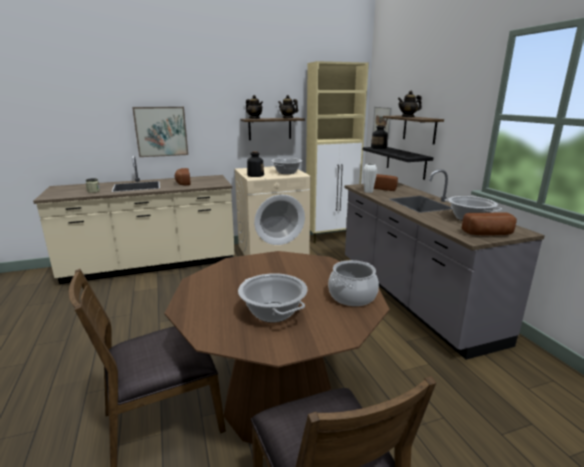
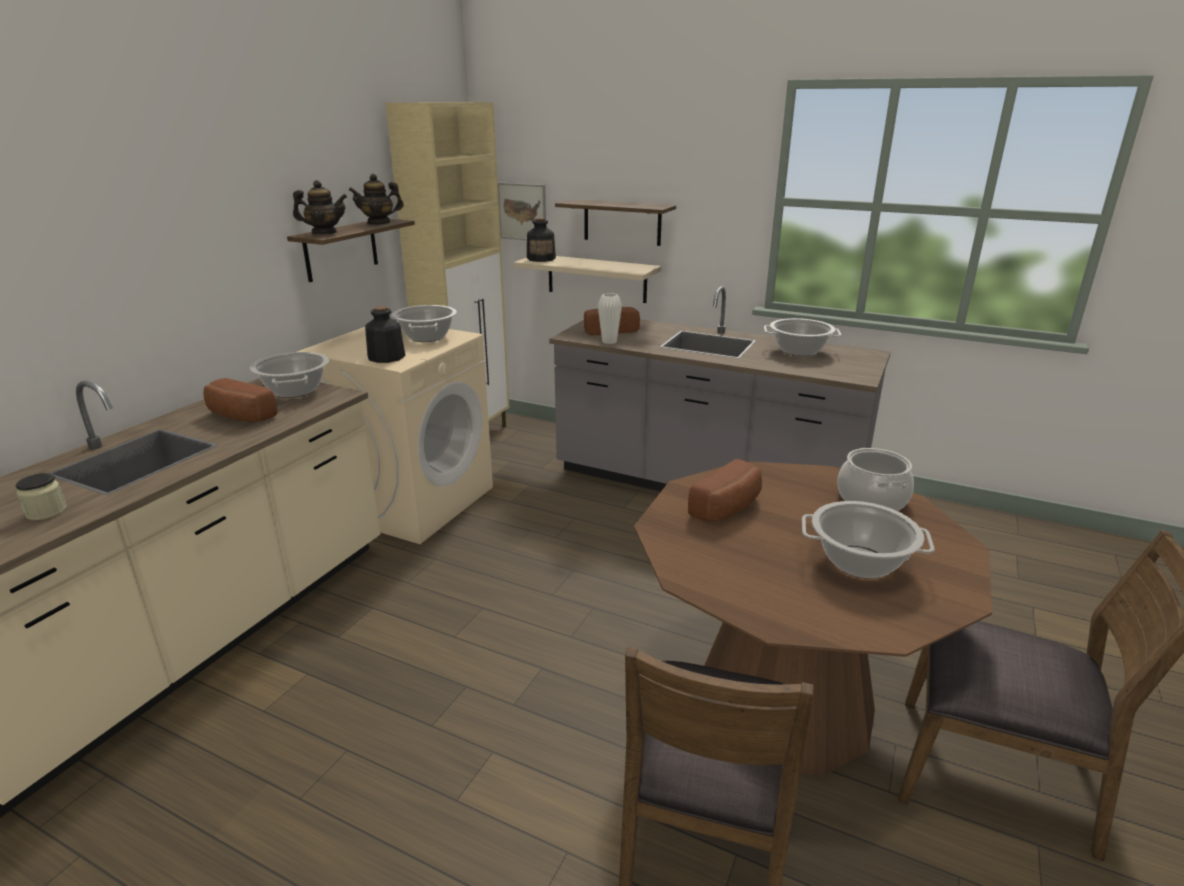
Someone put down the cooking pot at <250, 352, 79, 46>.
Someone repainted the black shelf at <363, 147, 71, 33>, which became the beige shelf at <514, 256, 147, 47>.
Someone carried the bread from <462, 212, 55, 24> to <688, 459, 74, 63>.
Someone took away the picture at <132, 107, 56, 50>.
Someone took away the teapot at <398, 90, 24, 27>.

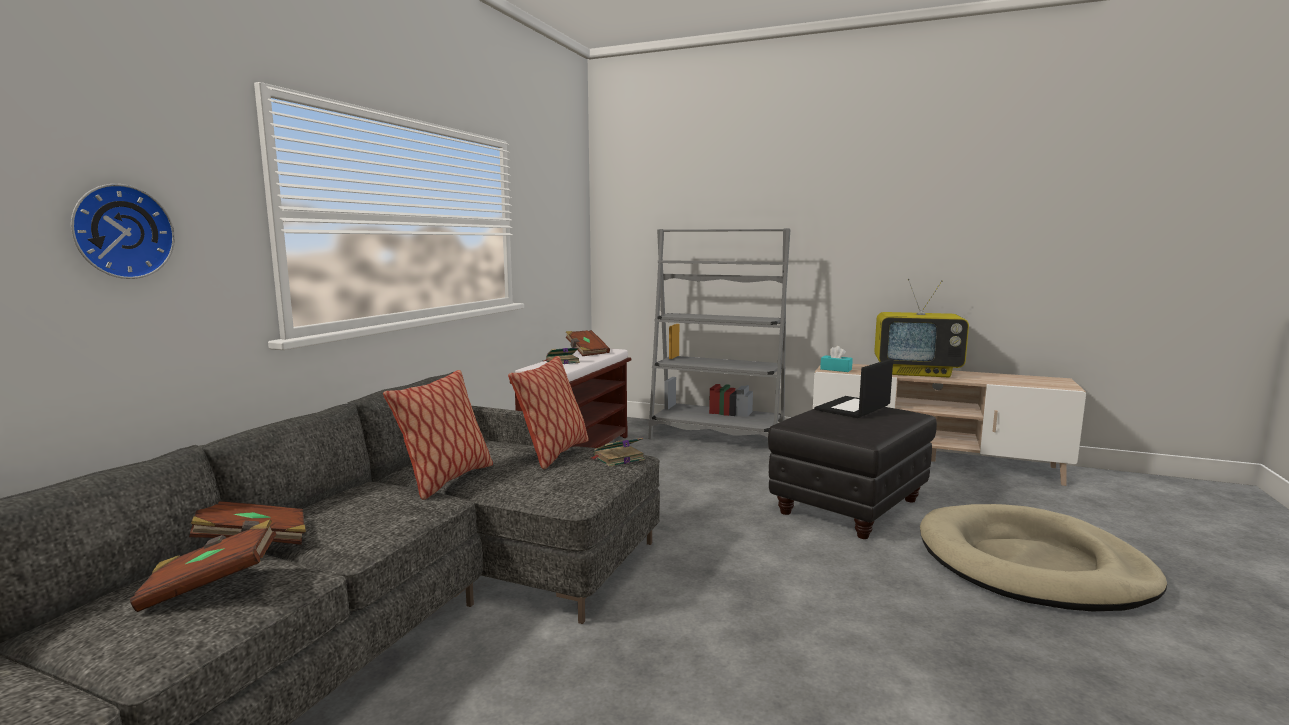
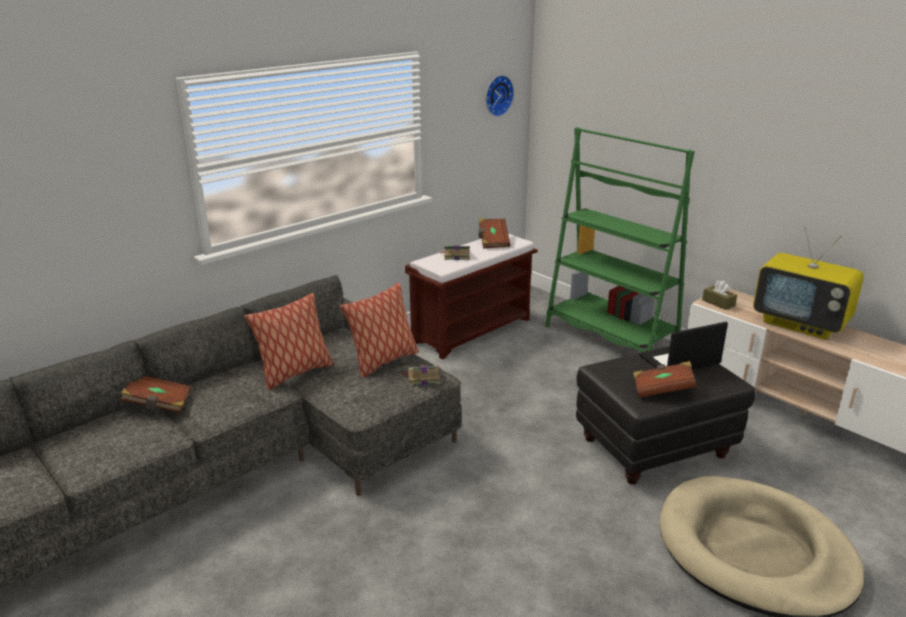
Someone carried the wall clock from <71, 184, 104, 95> to <486, 75, 28, 42>.
Someone repainted the grey bookcase at <648, 228, 143, 211>, which became the green bookcase at <545, 127, 150, 225>.
Someone carried the brown book from <130, 520, 146, 92> to <633, 361, 64, 37>.
Someone repainted the turquoise tissue box at <820, 346, 33, 26>, which became the brown tissue box at <702, 280, 35, 30>.

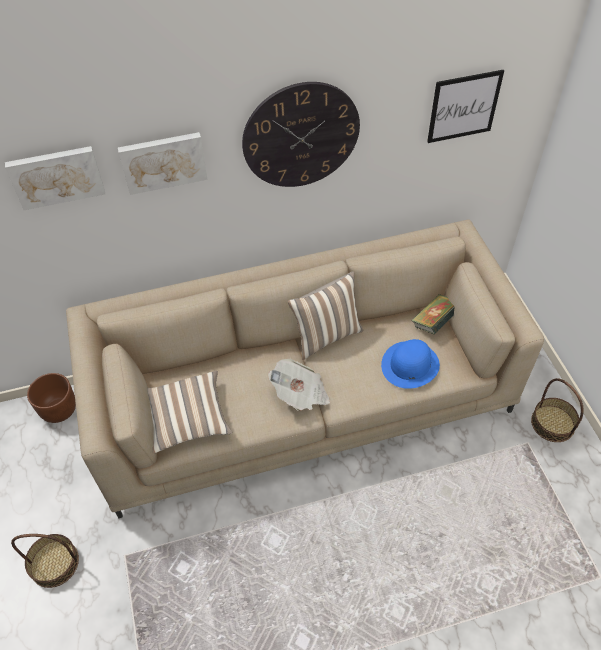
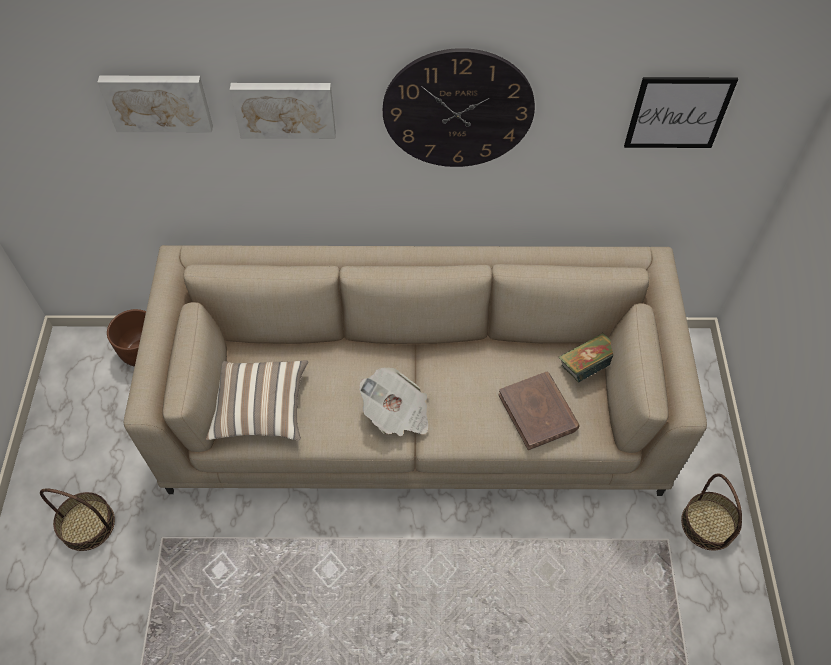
Someone swapped the blue hat at <381, 339, 59, 50> for the brown book at <498, 372, 82, 78>.
Someone took away the pillow at <288, 271, 75, 89>.

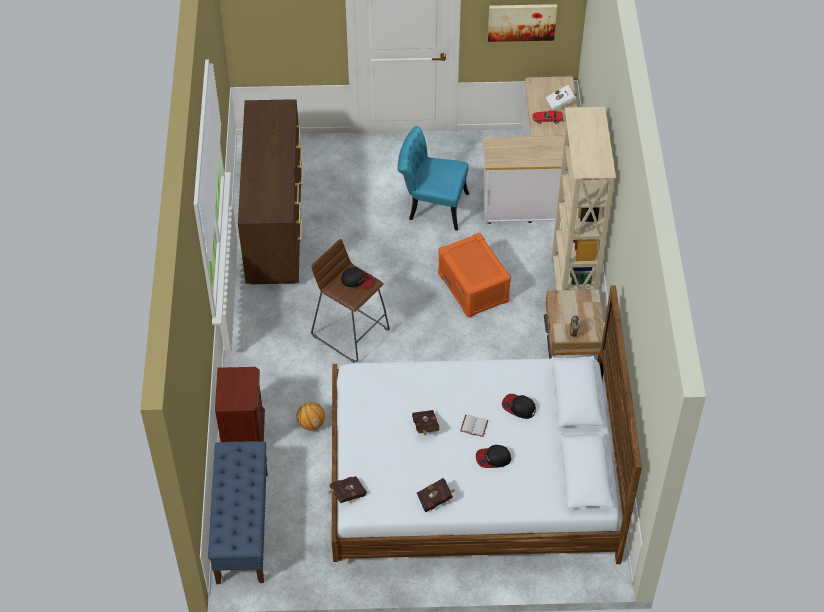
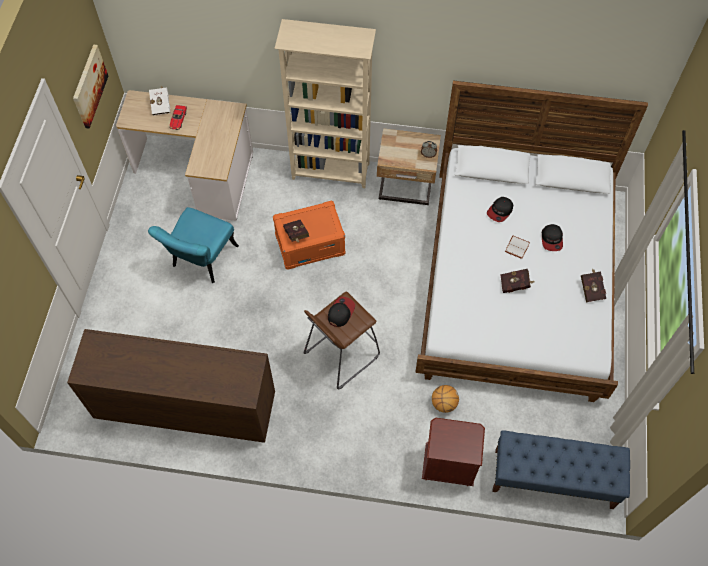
Someone carried the red book from <329, 476, 38, 27> to <283, 220, 26, 23>.

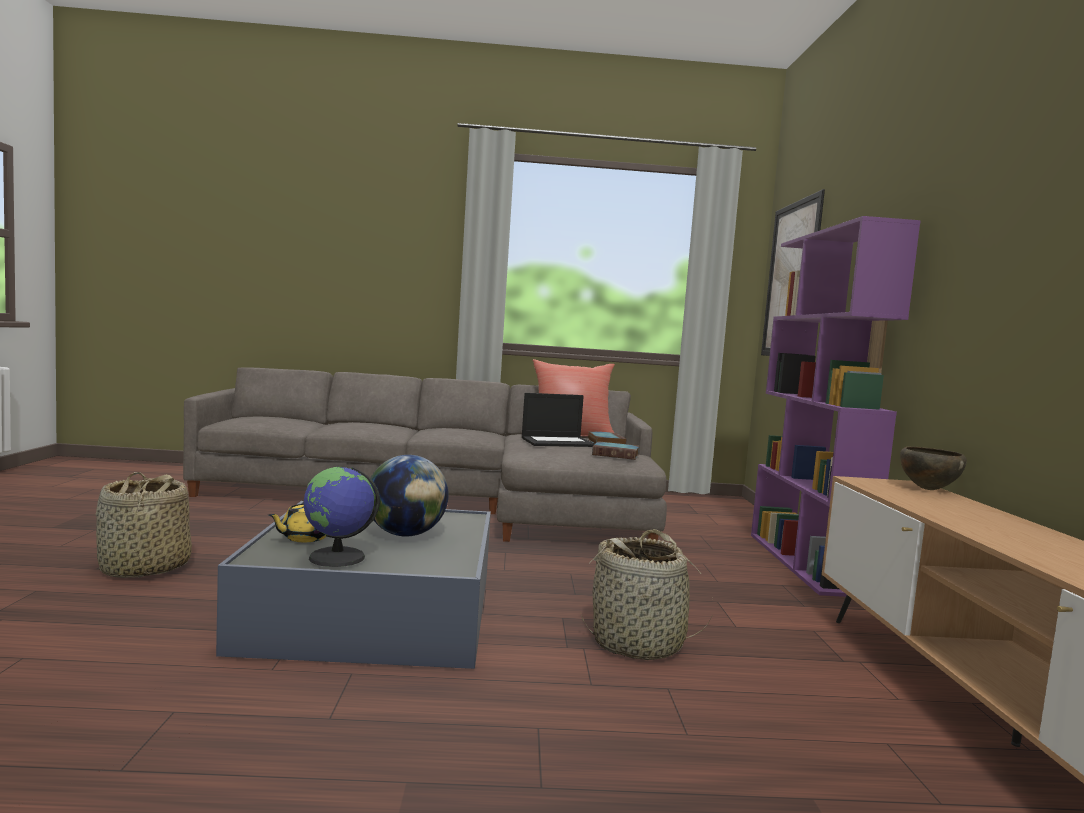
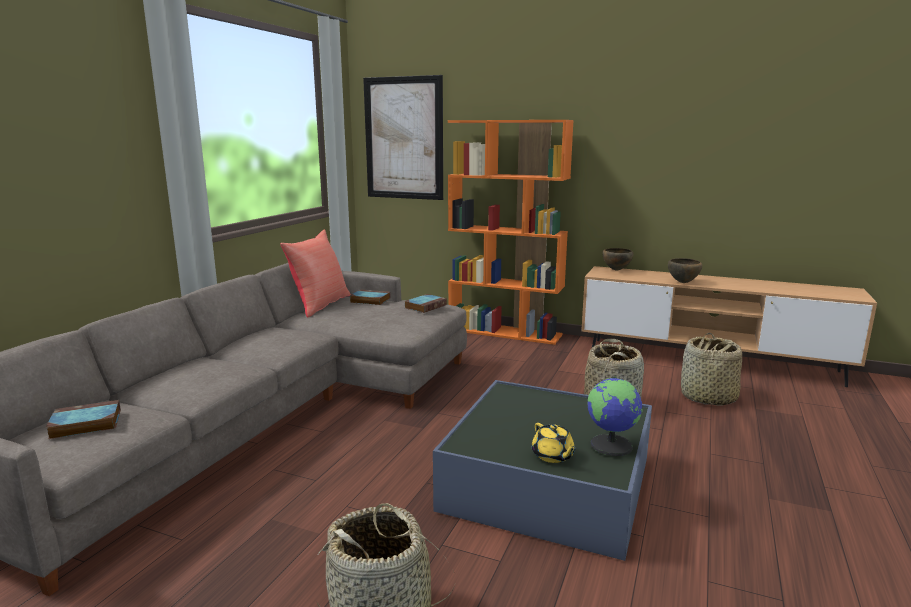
Someone put down the book at <46, 400, 75, 39>.
Someone repainted the purple bookcase at <751, 216, 170, 381>, which became the orange bookcase at <448, 120, 126, 225>.
Someone put down the brown bowl at <668, 258, 34, 25>.
Someone put down the basket at <681, 333, 61, 72>.
Someone took away the globe at <369, 455, 80, 82>.
Someone took away the laptop at <522, 393, 72, 54>.

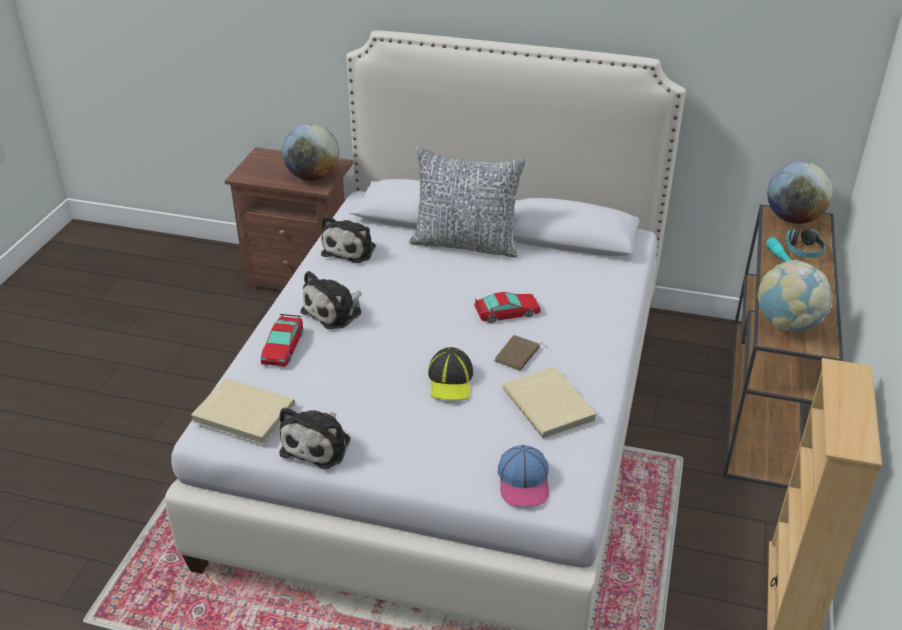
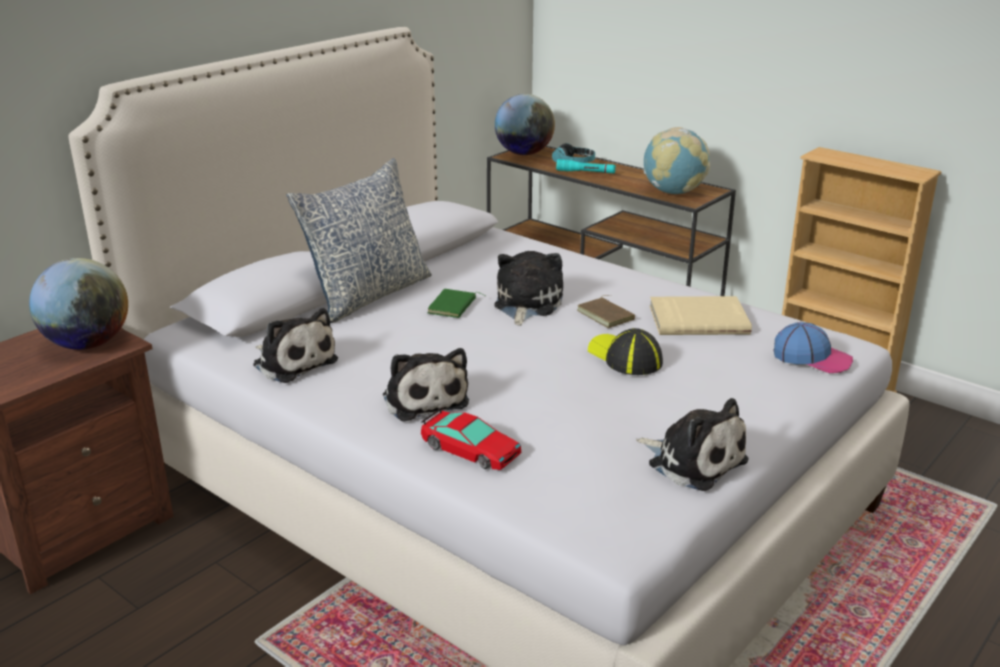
Someone put down the green book at <427, 289, 58, 29>.
Someone swapped the toy car at <474, 292, 67, 31> for the plush toy at <494, 251, 69, 75>.
Someone rotated the cap at <428, 347, 45, 53> by 150 degrees counterclockwise.
Someone took away the beige book at <191, 378, 104, 66>.

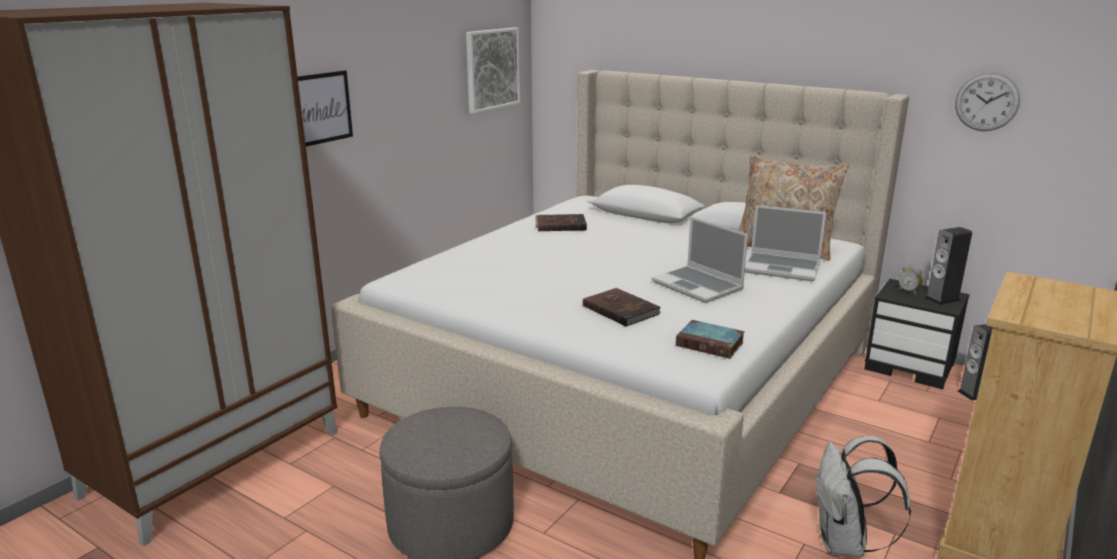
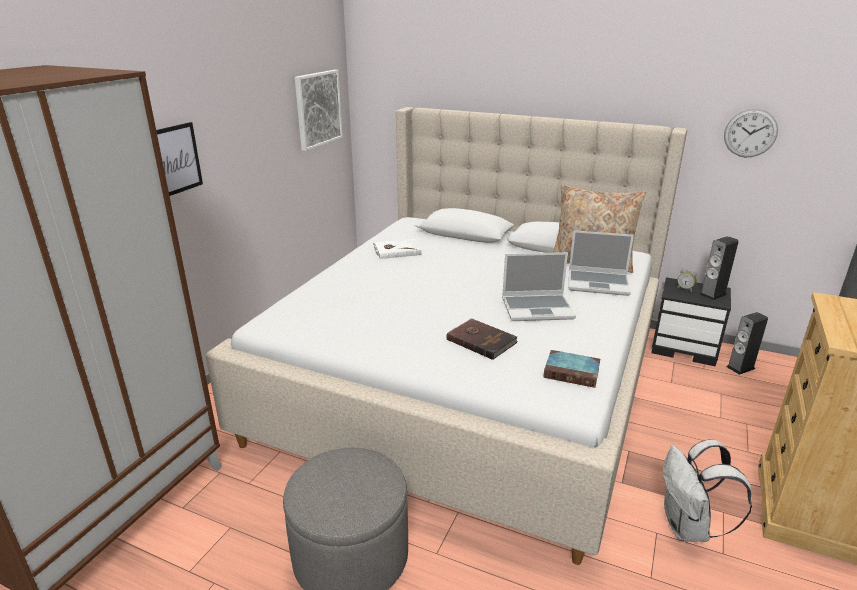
Someone repainted the brown book at <535, 214, 52, 17>, which became the white book at <373, 239, 49, 20>.
Someone rotated the laptop at <652, 217, 96, 86> by 45 degrees counterclockwise.

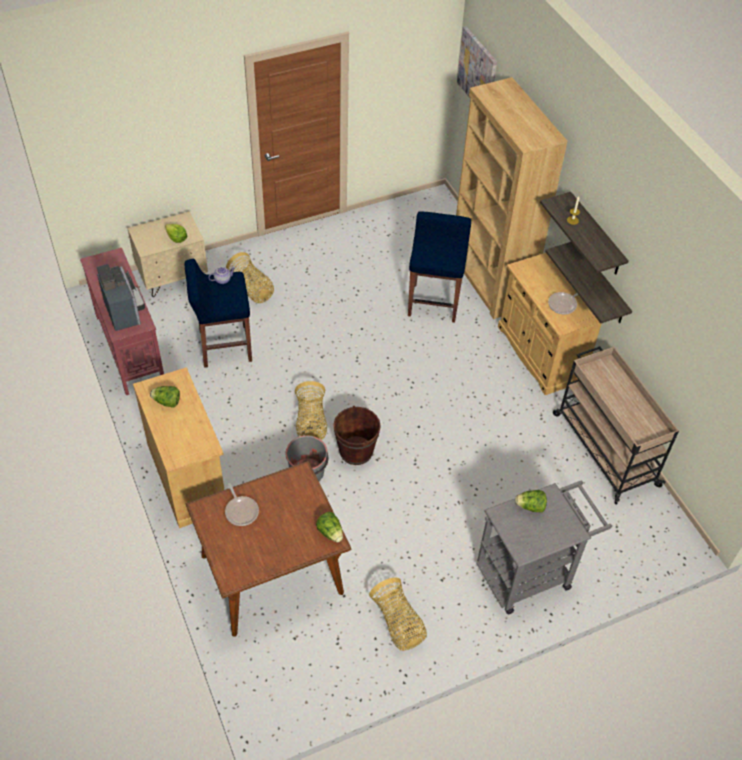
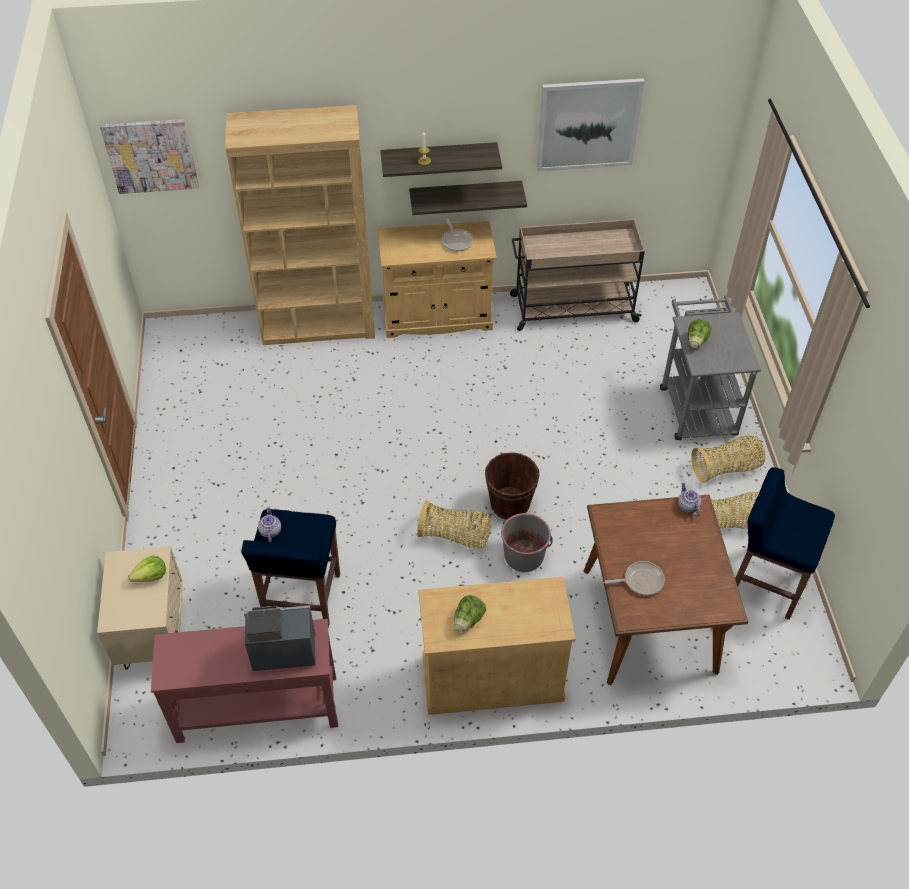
Someone put up the picture at <537, 78, 108, 94>.
Someone swapped the lettuce at <316, 512, 27, 30> for the teapot at <678, 483, 23, 33>.
Someone carried the basket from <226, 252, 48, 51> to <691, 435, 74, 48>.
Someone carried the blue stool from <408, 211, 63, 112> to <735, 467, 100, 153>.

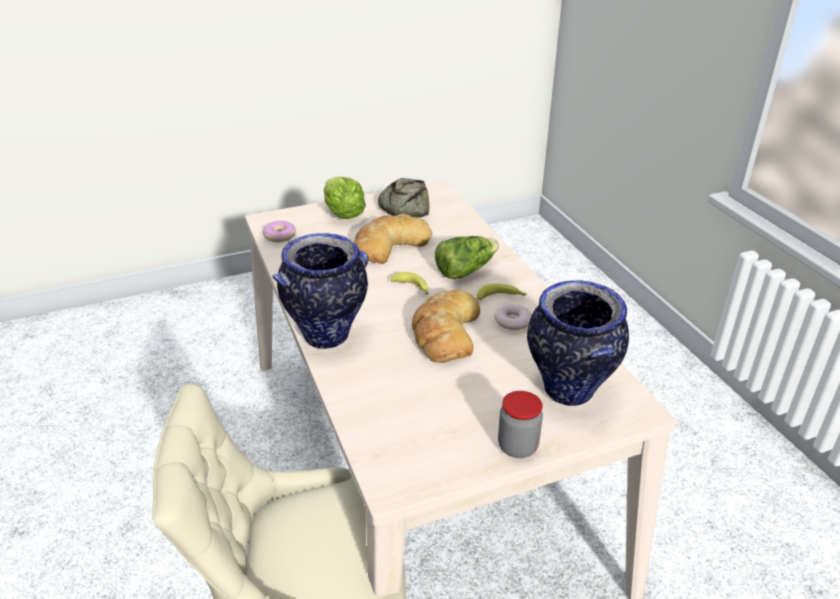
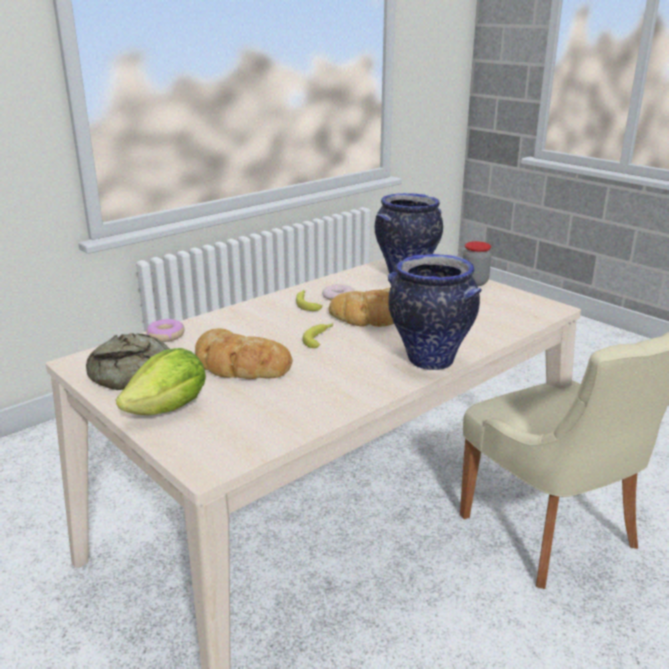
Someone carried the donut from <263, 221, 33, 21> to <146, 319, 39, 23>.
Someone took away the lettuce at <435, 236, 64, 43>.

